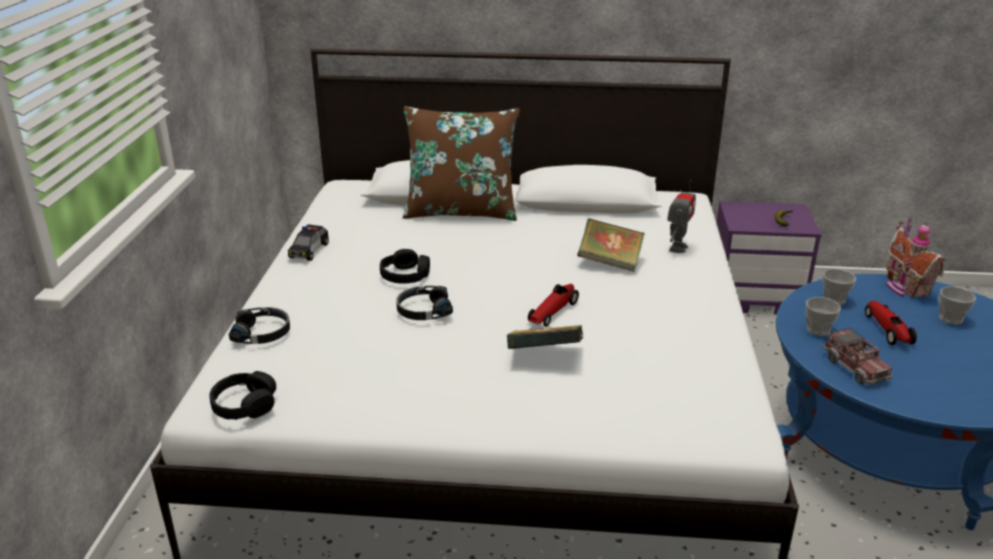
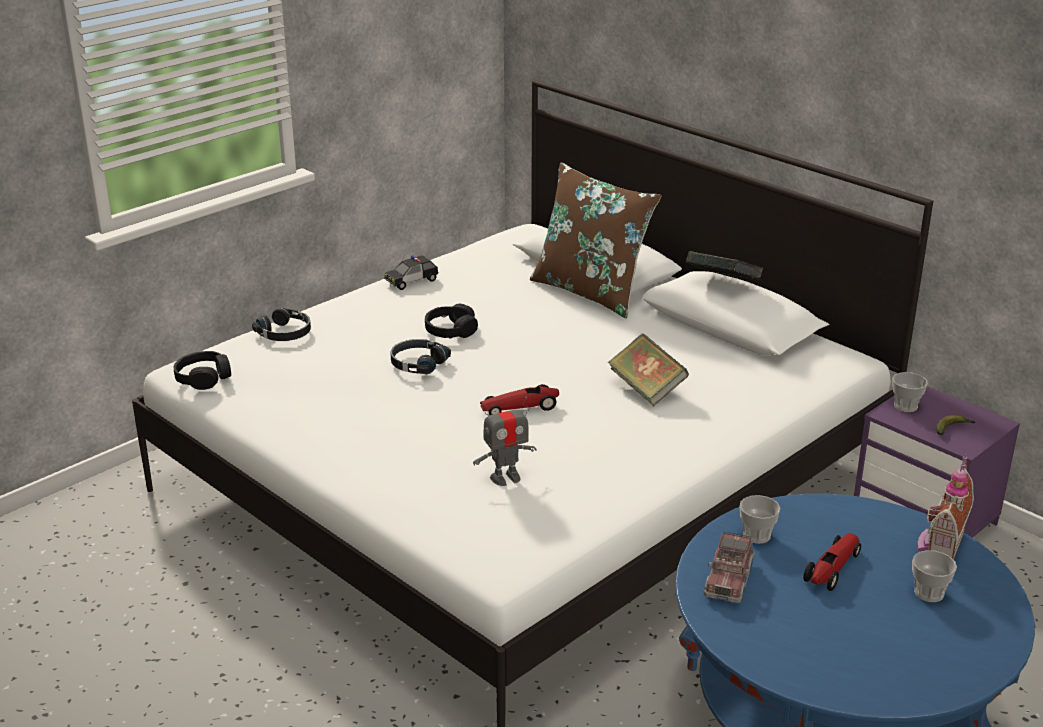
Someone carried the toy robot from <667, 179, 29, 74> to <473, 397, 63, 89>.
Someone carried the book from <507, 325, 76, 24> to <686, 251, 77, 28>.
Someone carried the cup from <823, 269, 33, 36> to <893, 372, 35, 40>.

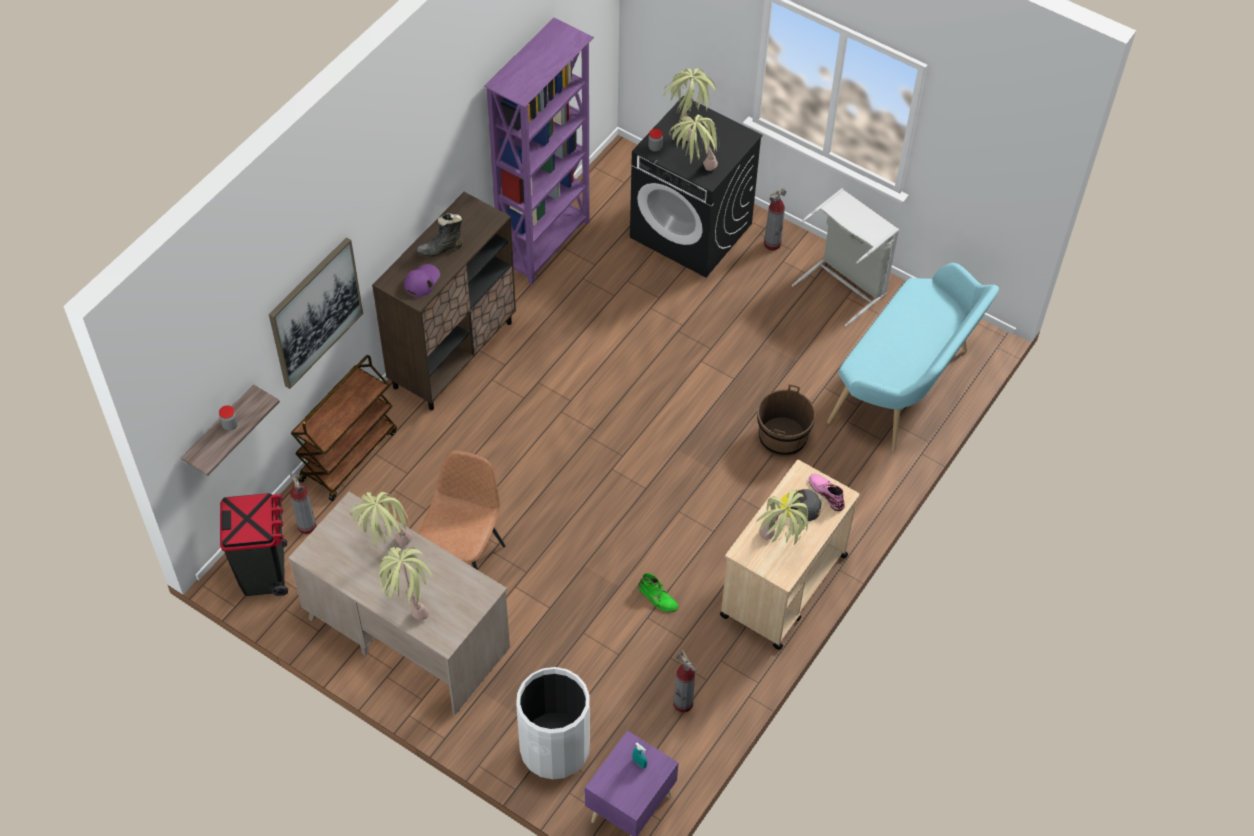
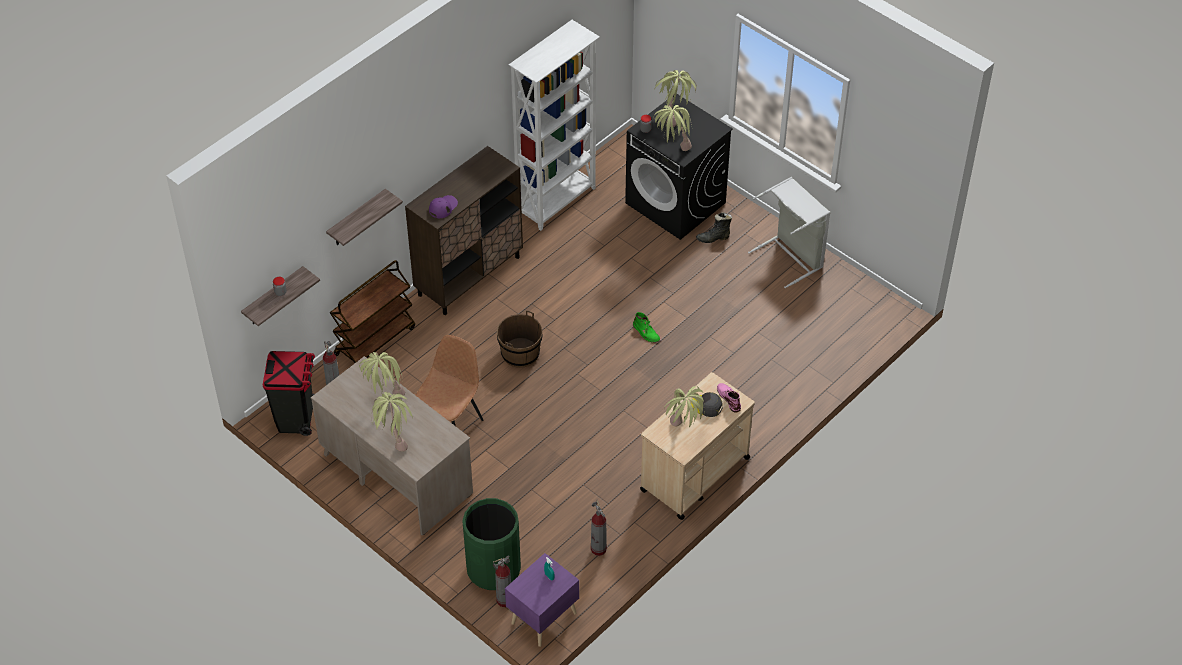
Someone swapped the picture at <269, 237, 94, 152> for the shelf at <326, 189, 77, 57>.
Someone repainted the white trash can at <516, 667, 74, 112>, which became the green trash can at <462, 498, 59, 92>.
Someone carried the fire extinguisher from <764, 188, 22, 63> to <493, 555, 18, 52>.
Someone carried the brown bucket from <757, 384, 58, 73> to <497, 310, 46, 58>.
Someone repainted the purple bookcase at <484, 18, 110, 267>, which became the white bookcase at <509, 20, 91, 211>.
Someone carried the green boot from <638, 573, 40, 39> to <633, 312, 27, 31>.
Someone carried the black boot from <416, 213, 46, 44> to <696, 212, 36, 31>.
Someone took away the turquoise bench at <827, 263, 172, 189>.

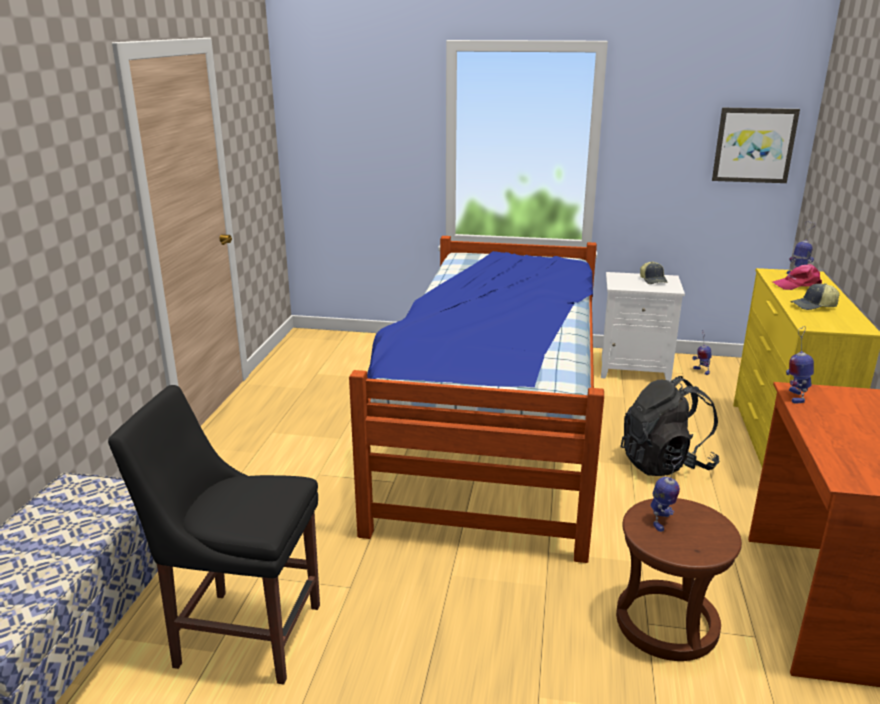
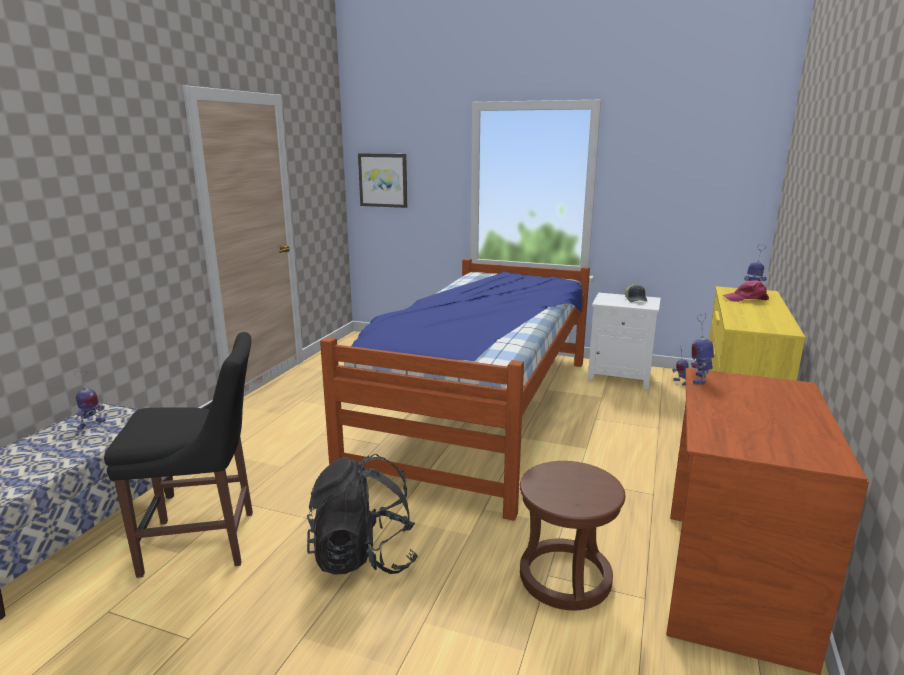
Someone carried the toy robot from <651, 456, 32, 76> to <74, 370, 32, 60>.
Someone rotated the black chair at <108, 385, 212, 300> by 150 degrees clockwise.
Someone carried the black backpack from <620, 376, 99, 100> to <307, 454, 111, 121>.
Someone carried the picture from <712, 108, 88, 75> to <358, 153, 49, 55>.
Someone took away the cap at <790, 283, 50, 27>.

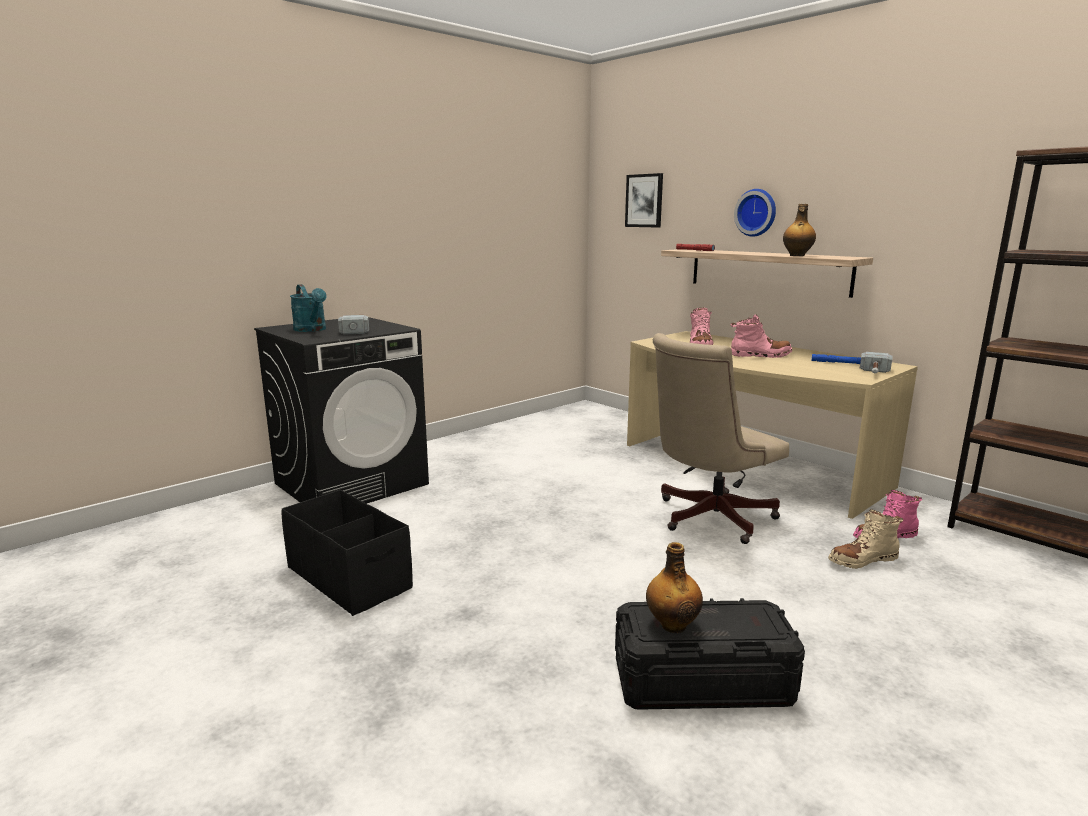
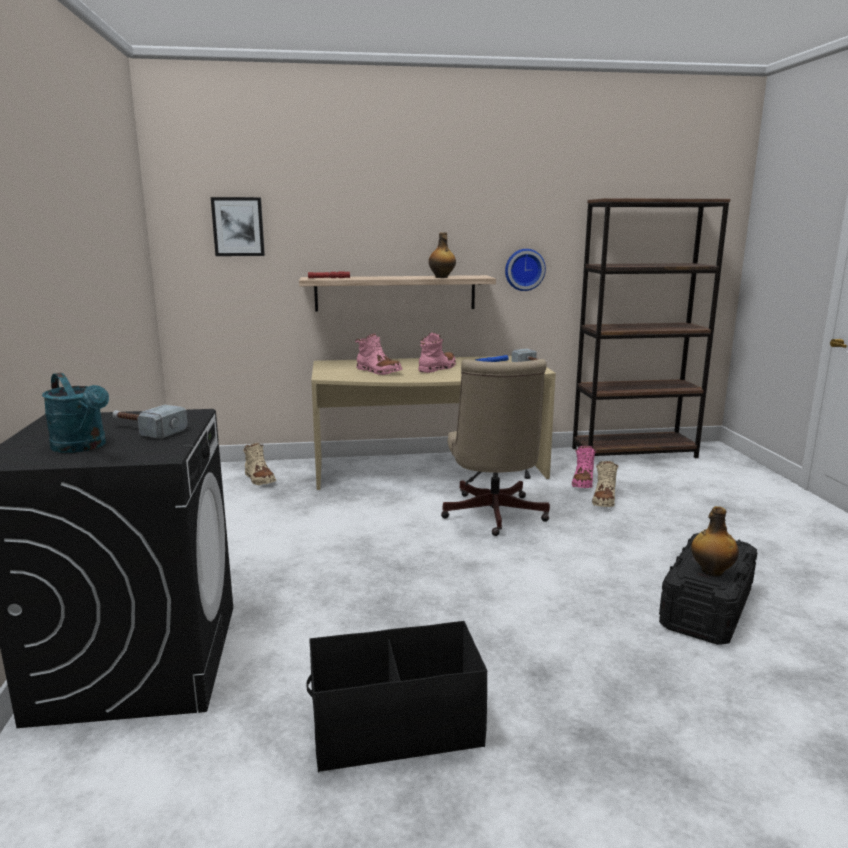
Someone rotated the turquoise watering can at <290, 284, 37, 48> by 45 degrees clockwise.
Someone put down the beige boot at <243, 443, 33, 42>.
Someone carried the wall clock from <734, 189, 42, 48> to <505, 249, 41, 42>.

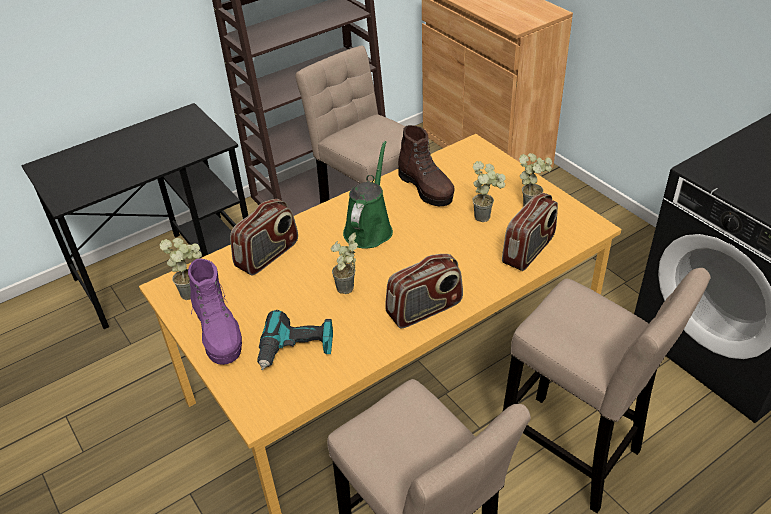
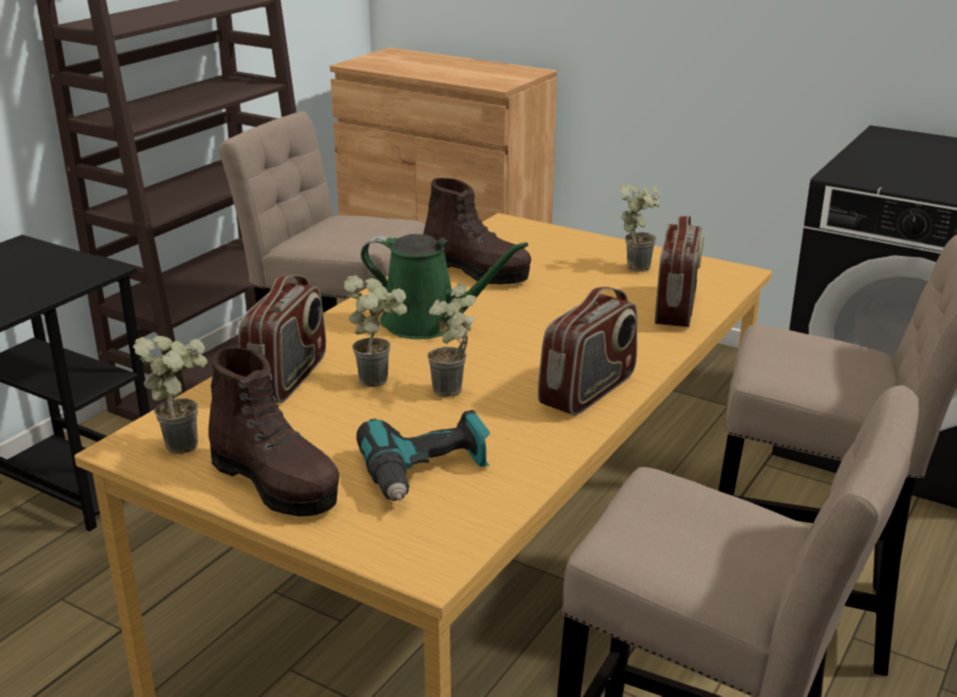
Someone repainted the purple boot at <188, 258, 54, 107>, which became the brown boot at <208, 347, 131, 169>.
Someone carried the potted plant from <472, 161, 34, 61> to <344, 275, 63, 112>.
Someone rotated the green watering can at <343, 141, 50, 107> by 120 degrees clockwise.

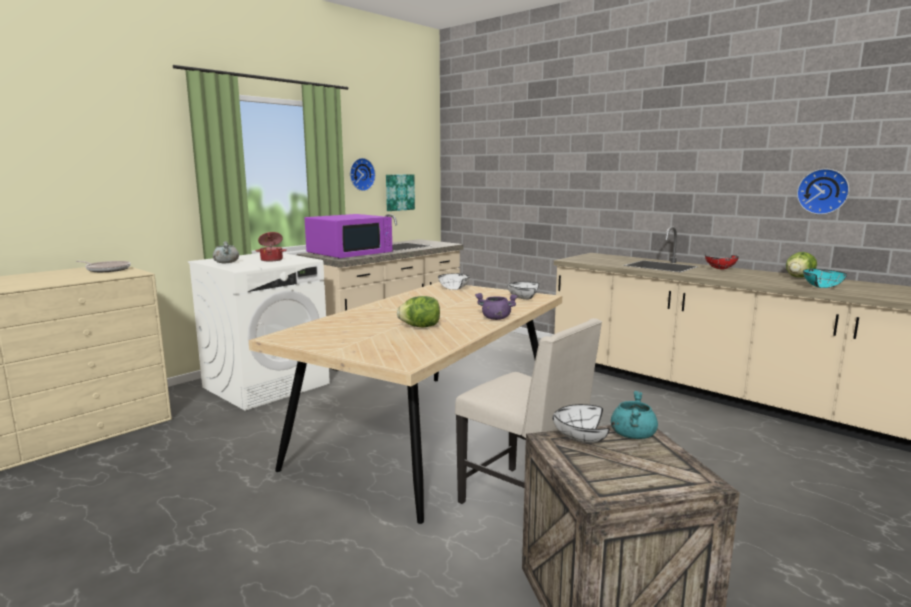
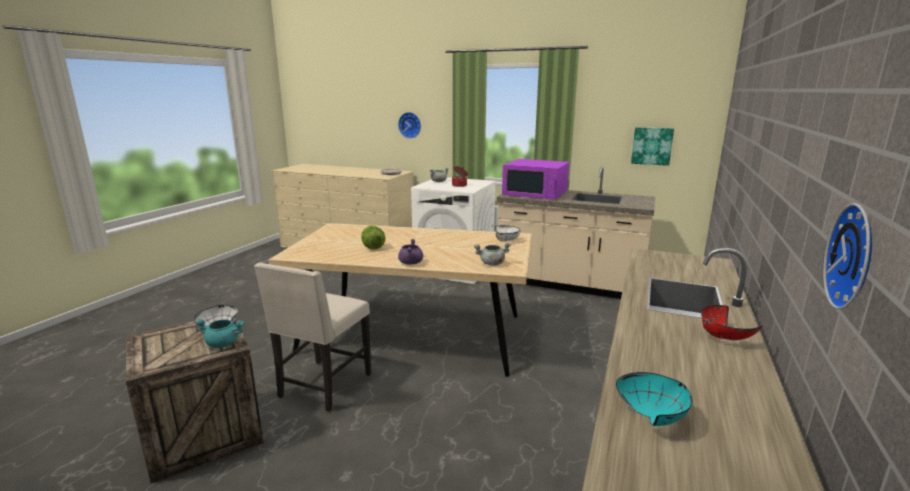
Someone carried the wall clock from <350, 158, 26, 33> to <398, 112, 23, 27>.
Someone swapped the white bowl at <507, 282, 32, 18> for the grey cooking pot at <474, 243, 37, 23>.
Someone took away the lettuce at <786, 252, 31, 26>.

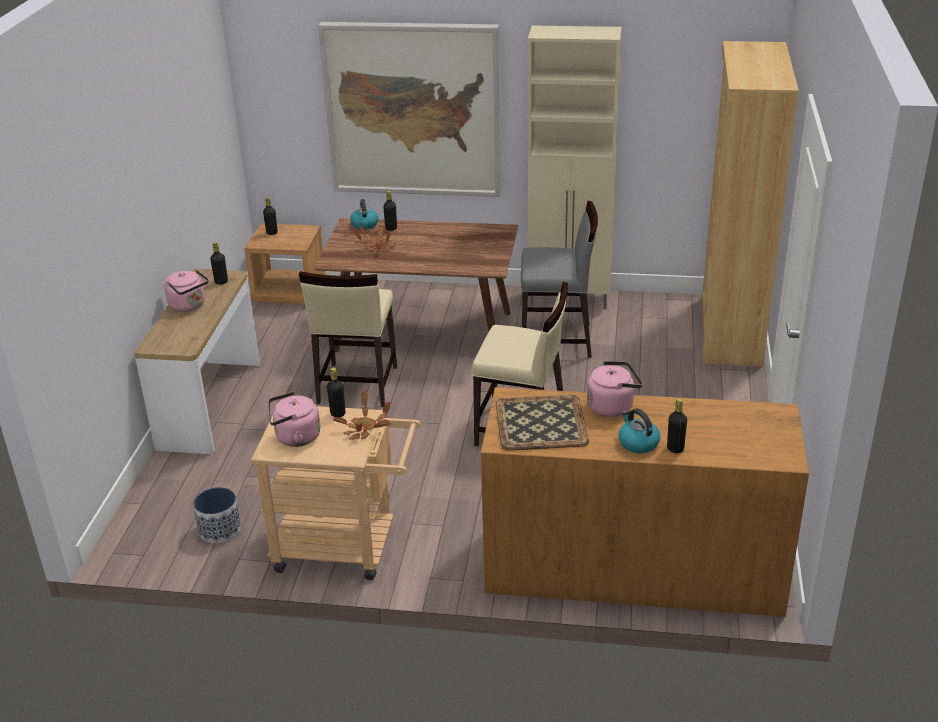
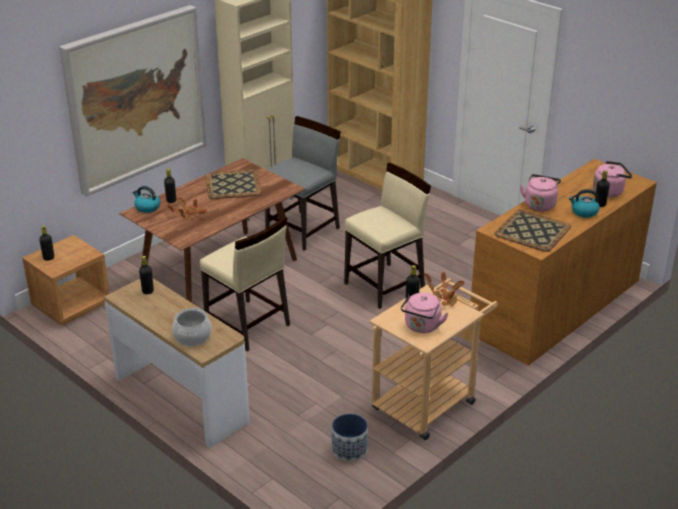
Someone put down the cooking pot at <172, 308, 40, 38>.
Someone put down the tray at <206, 169, 56, 30>.
Someone carried the pink kettle from <165, 269, 44, 43> to <593, 161, 39, 37>.

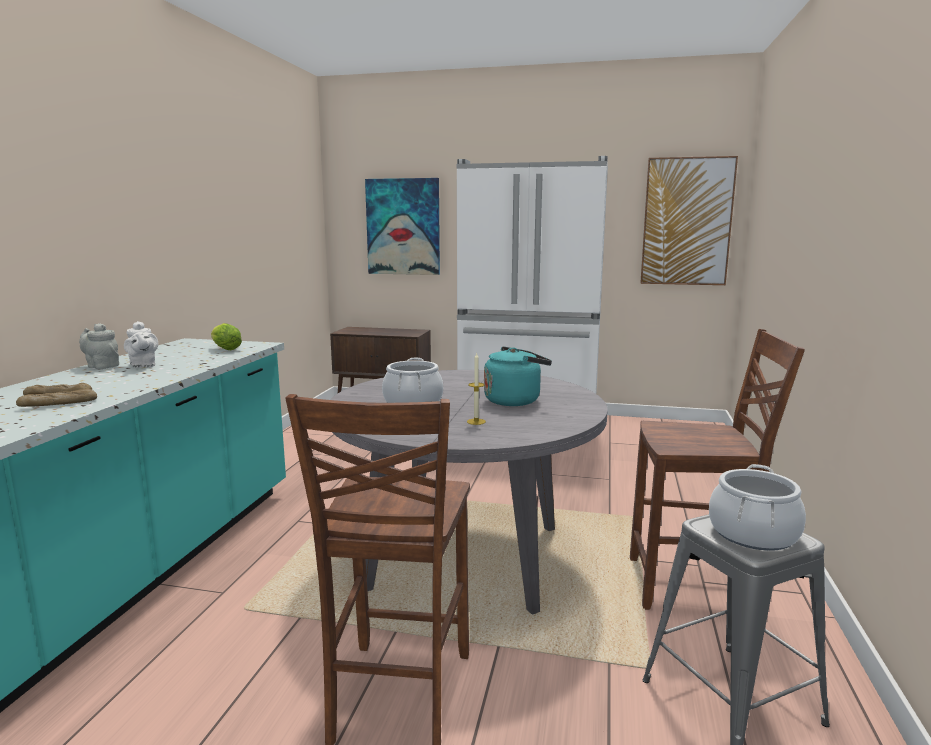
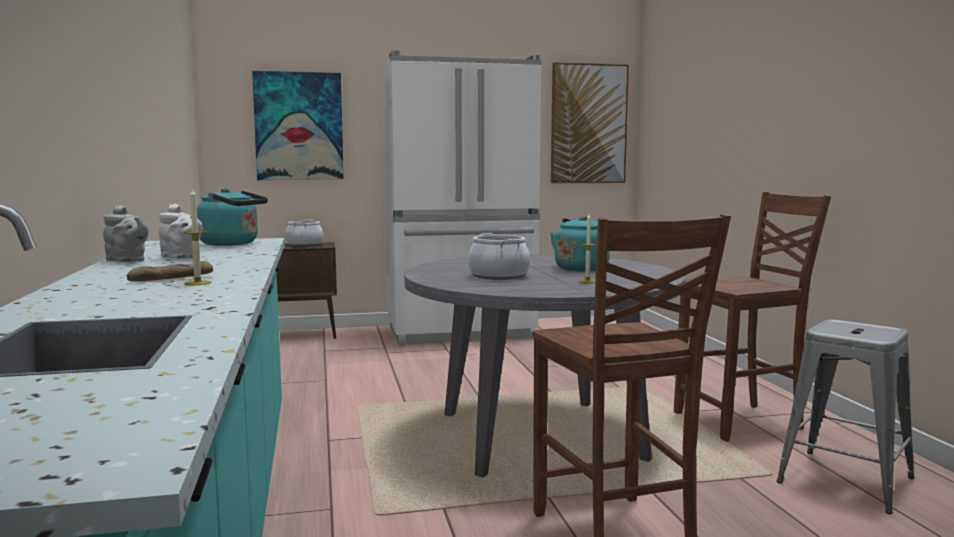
Someone rotated the grey teapot at <79, 323, 40, 46> by 150 degrees counterclockwise.
Someone swapped the bread at <16, 389, 81, 18> for the candle at <184, 188, 27, 97>.
Someone swapped the lettuce at <211, 323, 31, 27> for the turquoise kettle at <197, 188, 71, 58>.
Someone carried the cooking pot from <709, 464, 97, 87> to <285, 219, 38, 28>.

